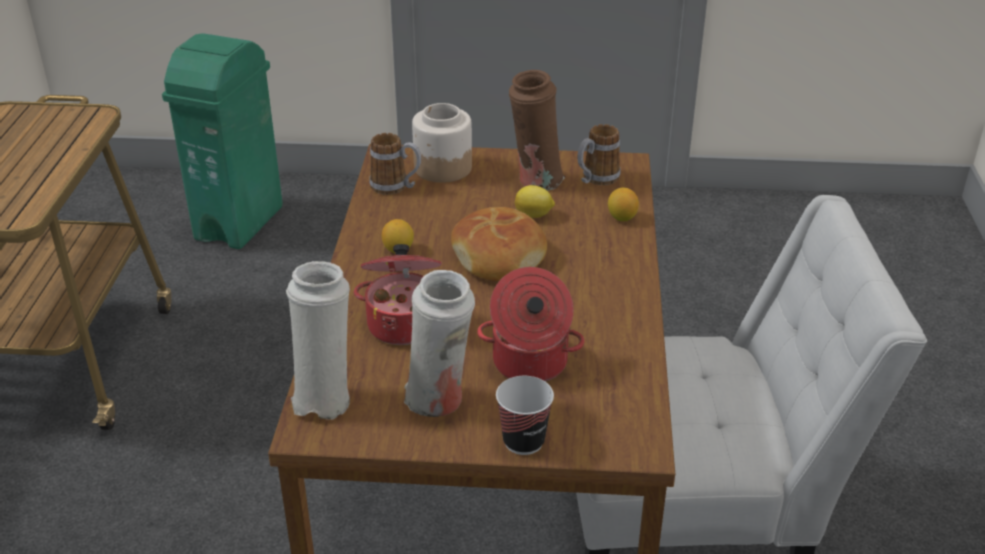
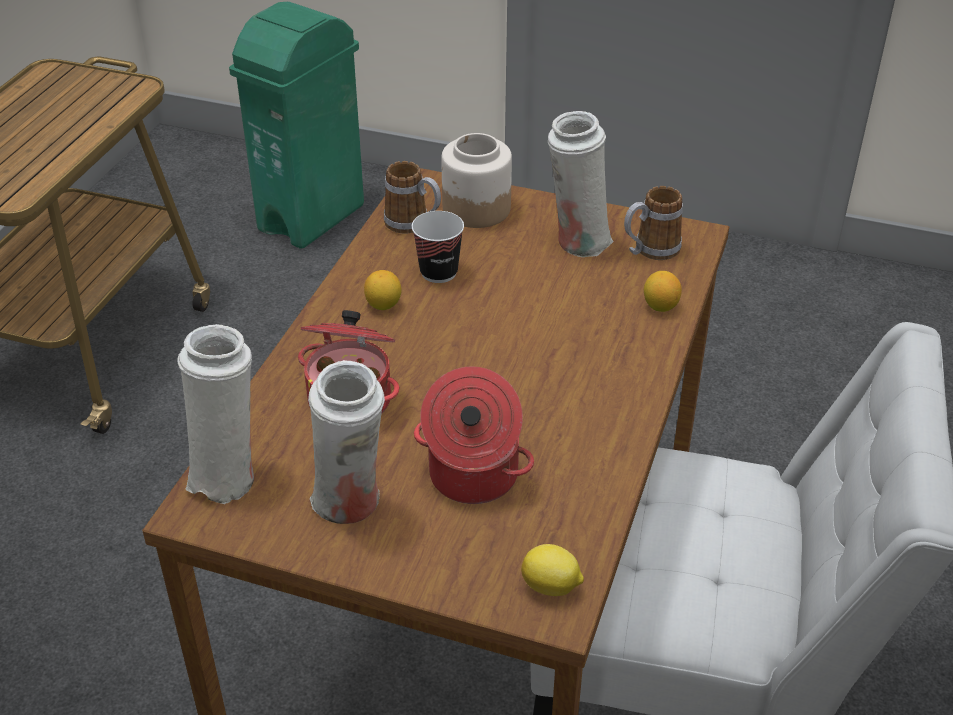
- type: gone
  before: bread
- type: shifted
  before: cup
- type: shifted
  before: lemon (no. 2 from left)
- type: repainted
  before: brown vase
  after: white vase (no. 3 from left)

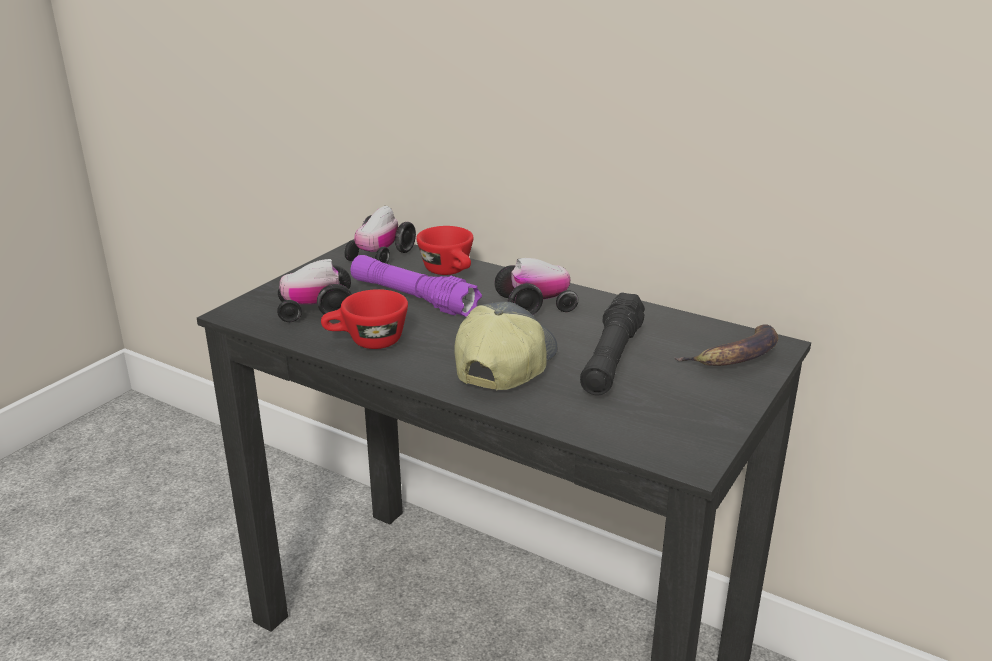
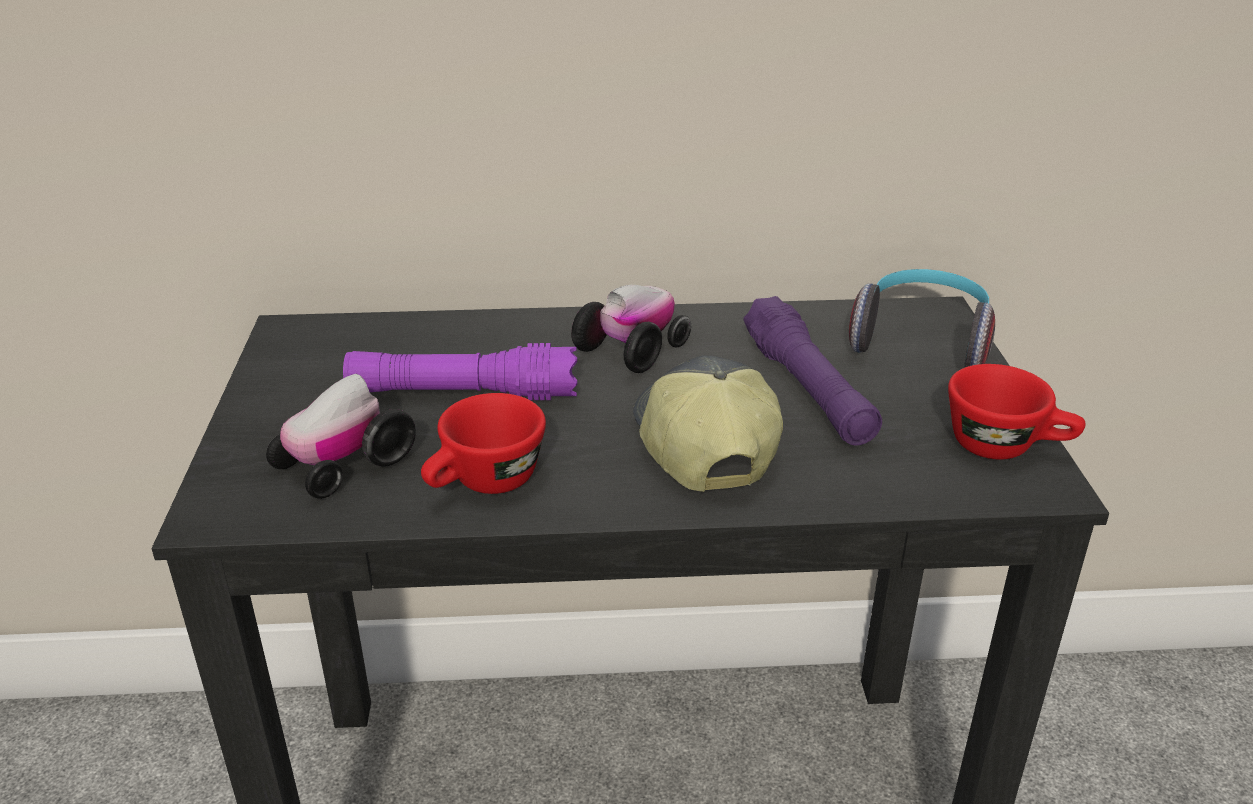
- type: gone
  before: toy car (no. 2 from left)
- type: shifted
  before: red cup (no. 2 from left)
- type: swapped
  before: banana
  after: headphones
- type: repainted
  before: black flashlight
  after: purple flashlight (no. 2 from left)

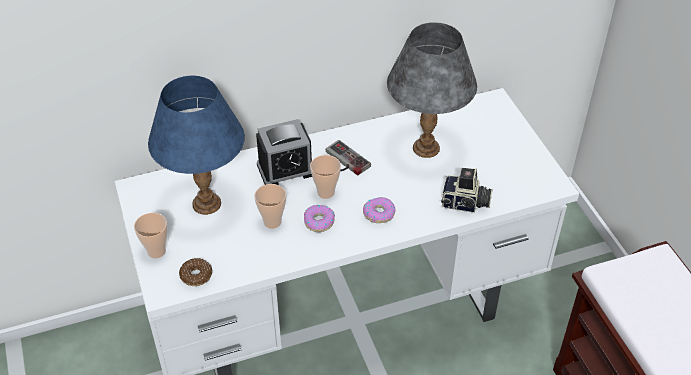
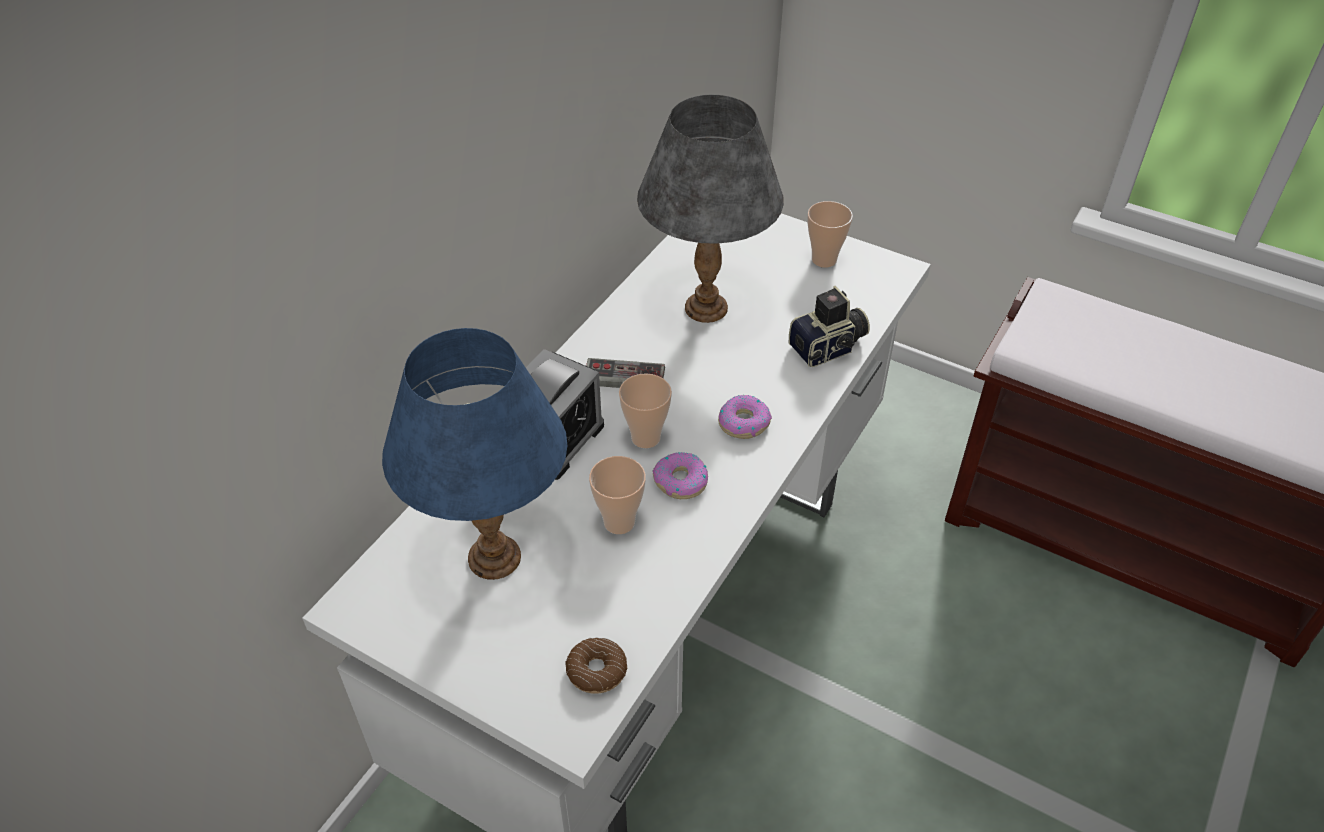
- type: shifted
  before: cup (no. 1 from left in the first image)
  after: cup (no. 3 from left)

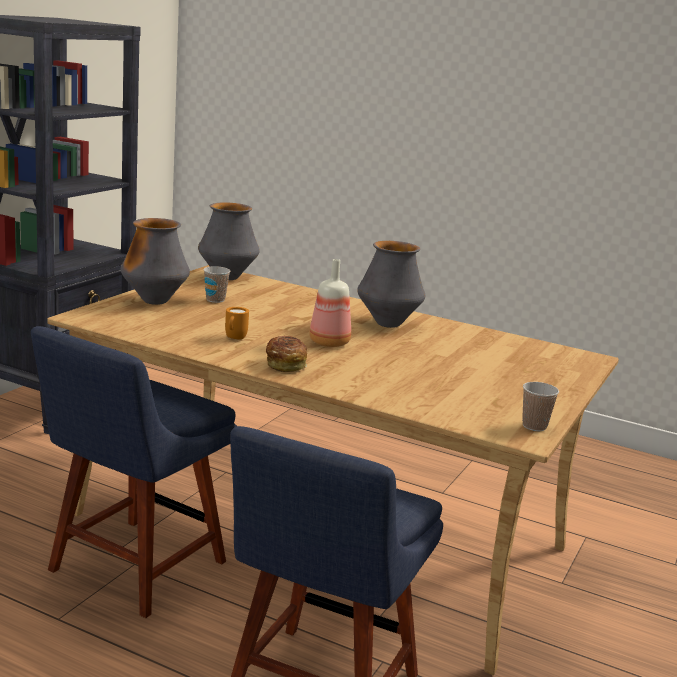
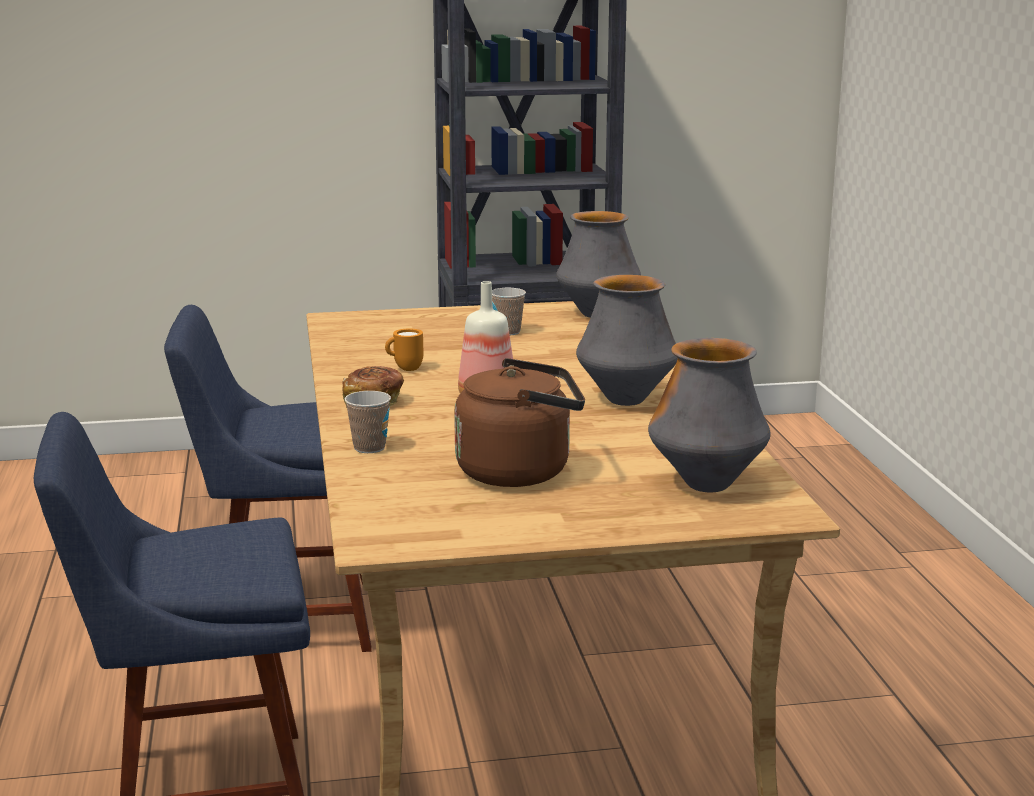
- type: new
  after: brown kettle
- type: shifted
  before: vase (no. 1 from left in the first image)
  after: vase (no. 3 from left)
- type: shifted
  before: cup (no. 2 from left in the first image)
  after: cup (no. 1 from left)

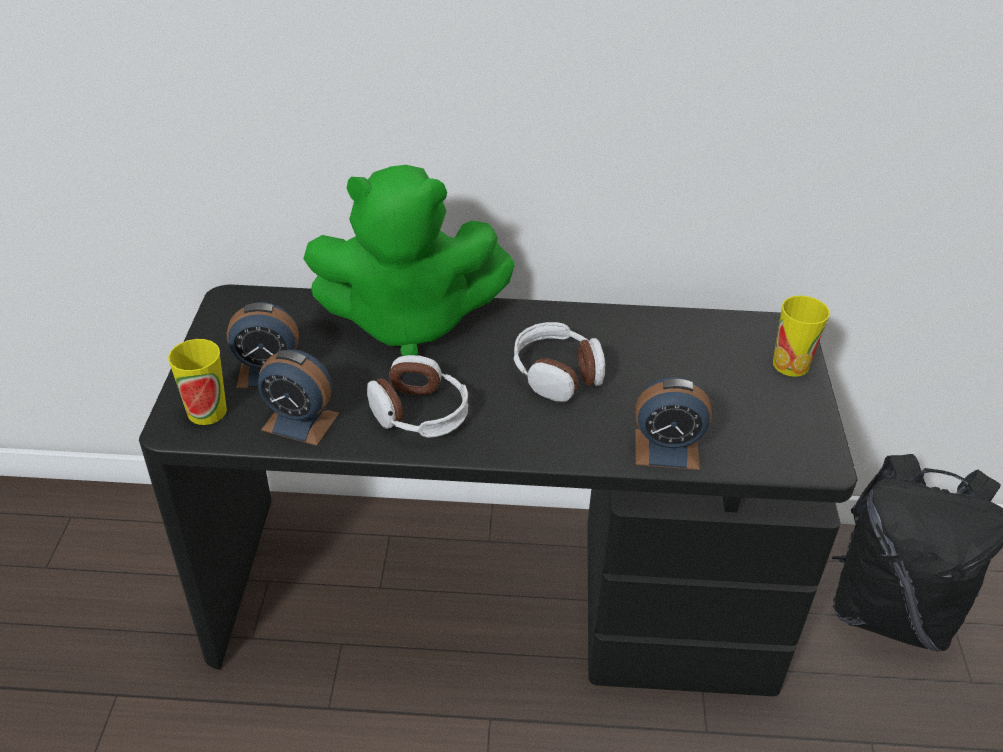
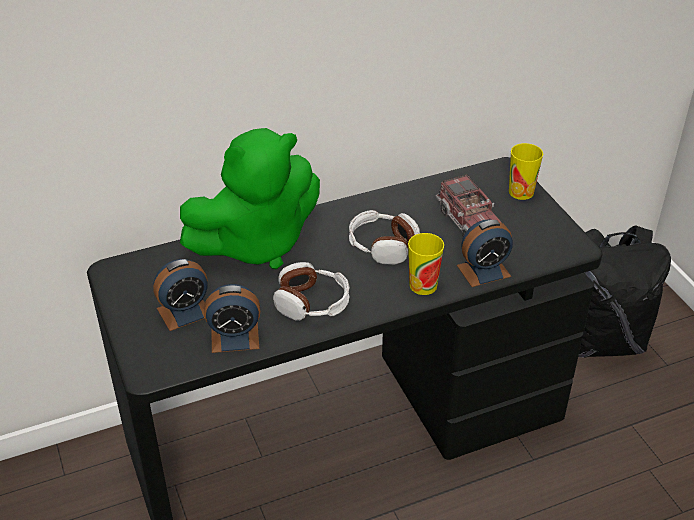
- type: new
  after: toy truck
- type: shifted
  before: cup (no. 1 from left)

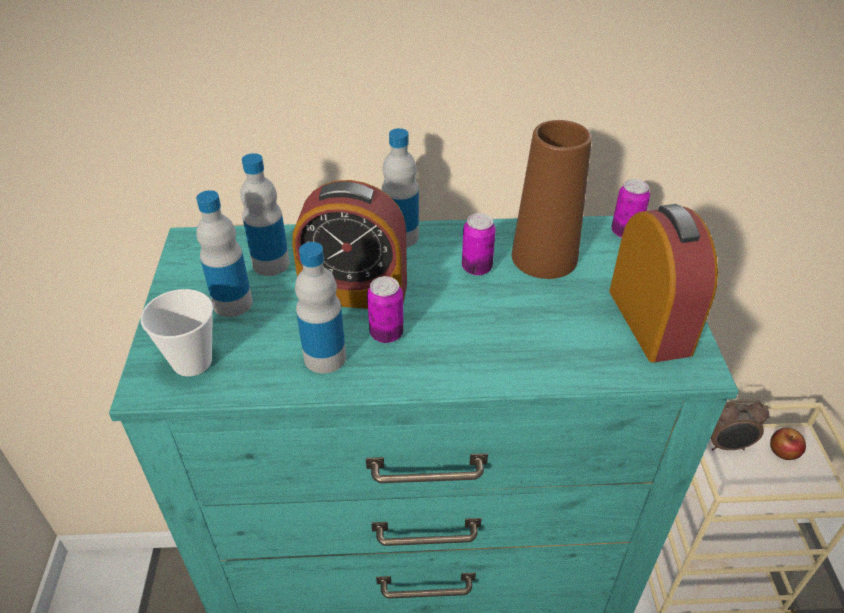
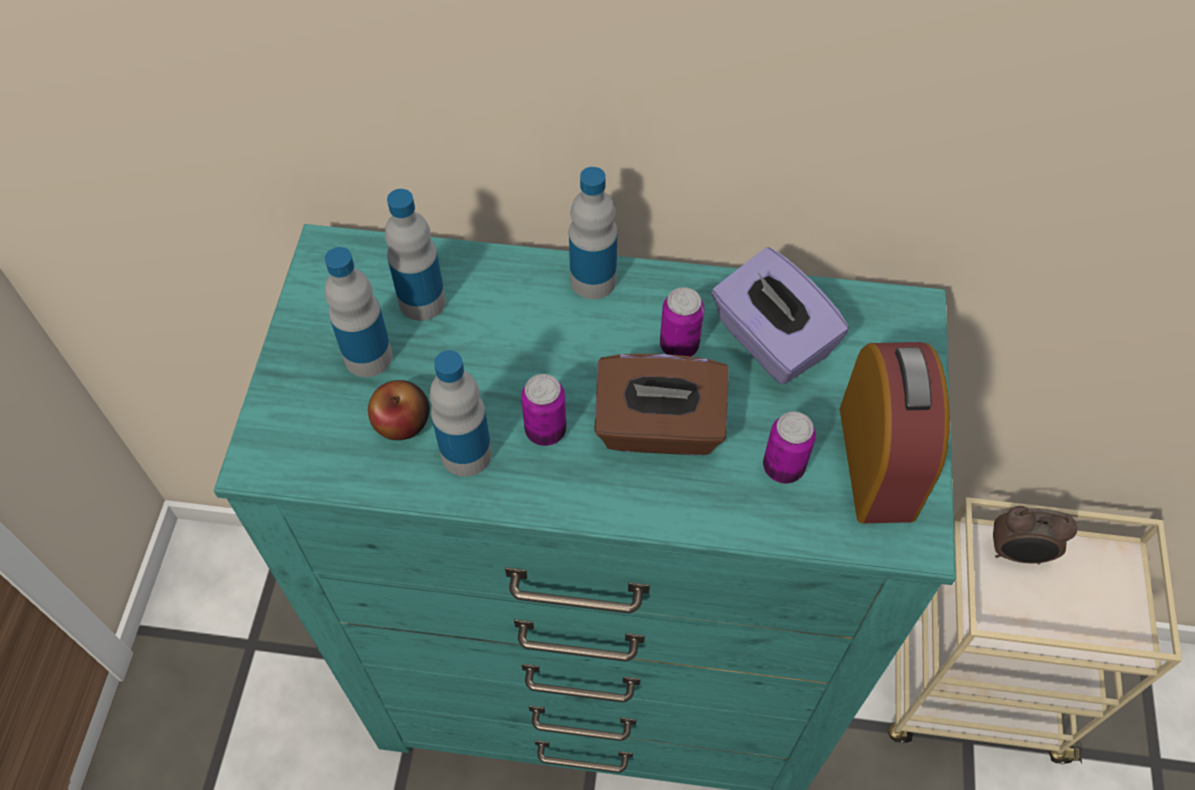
- type: gone
  before: cup
- type: gone
  before: alarm clock (no. 1 from left)
- type: new
  after: brown tissue box
- type: shifted
  before: can (no. 3 from left)
- type: shifted
  before: apple
- type: swapped
  before: brown vase
  after: purple tissue box

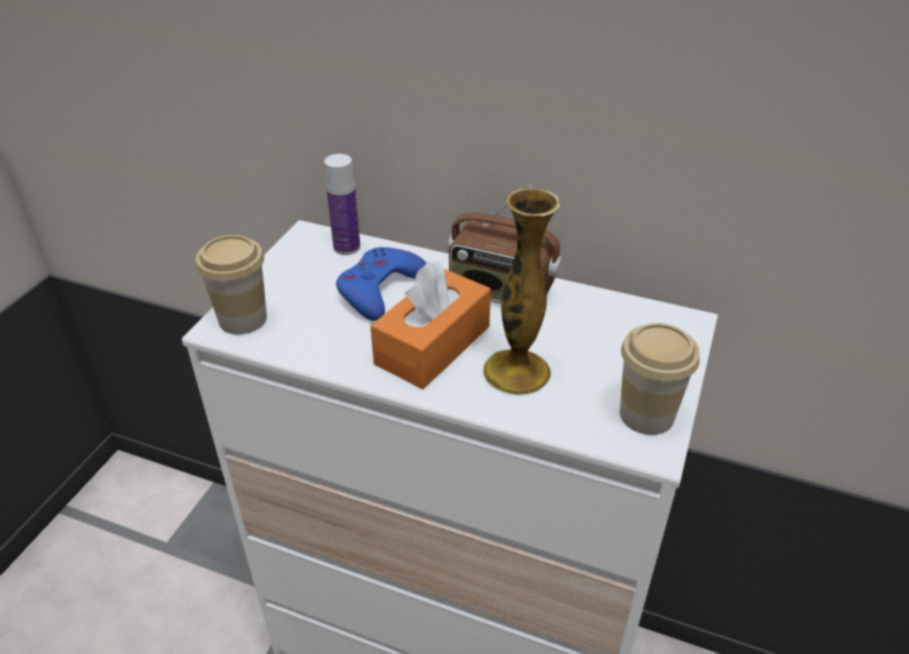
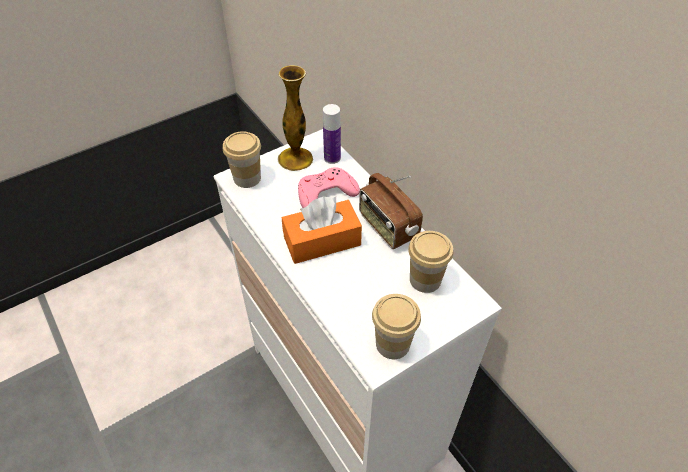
- type: new
  after: cup (no. 3 from left)
- type: shifted
  before: vase
- type: repainted
  before: blue game controller
  after: pink game controller

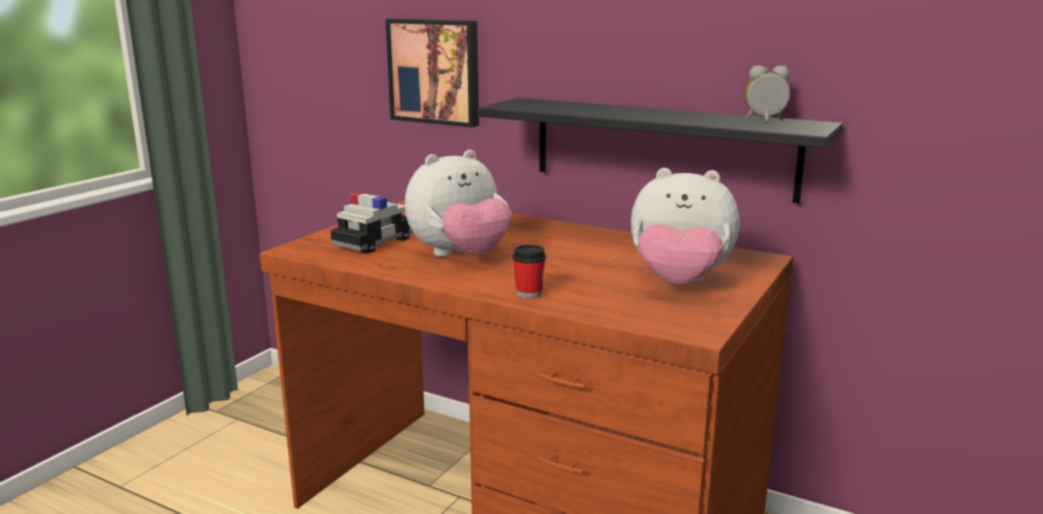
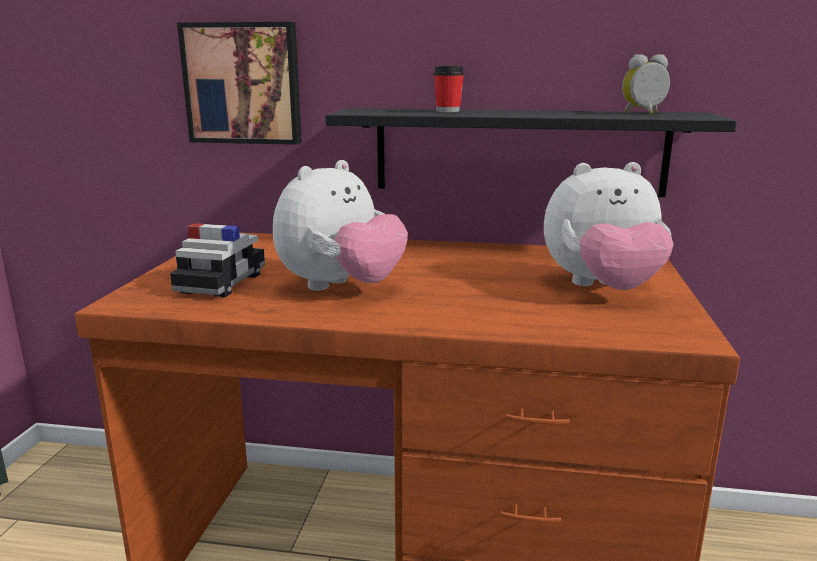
- type: shifted
  before: cup

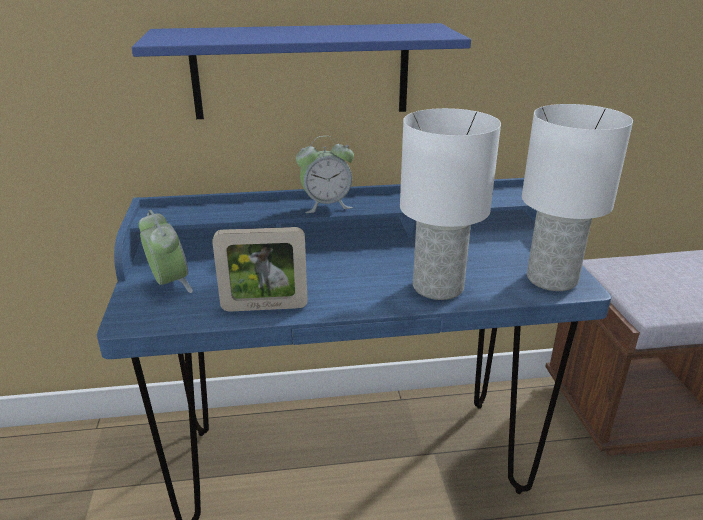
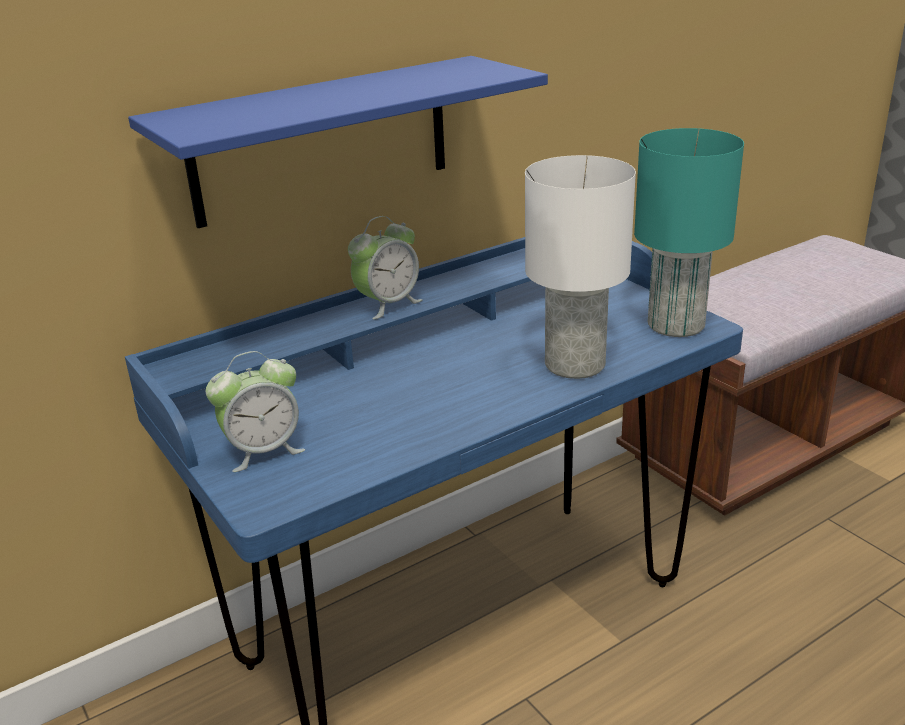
- type: gone
  before: picture frame
- type: repainted
  before: white table lamp (no. 2 from left)
  after: turquoise table lamp
- type: rotated
  before: alarm clock (no. 1 from left)
  turn: 120

